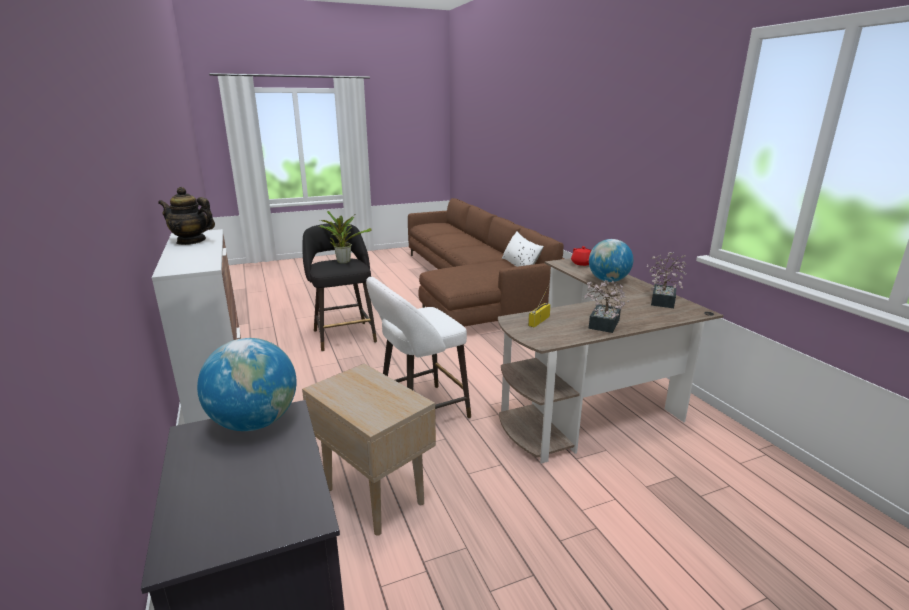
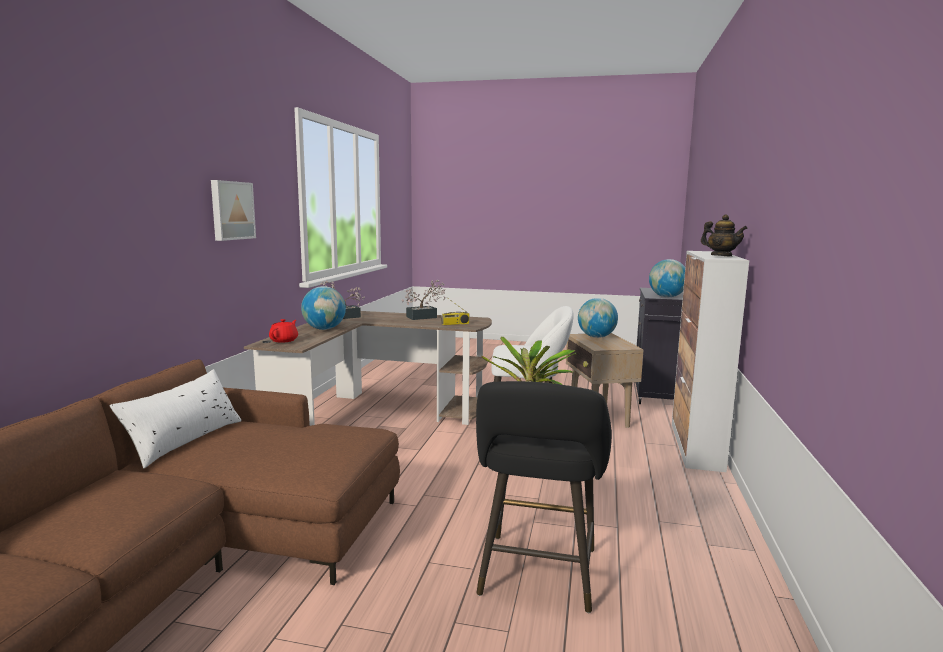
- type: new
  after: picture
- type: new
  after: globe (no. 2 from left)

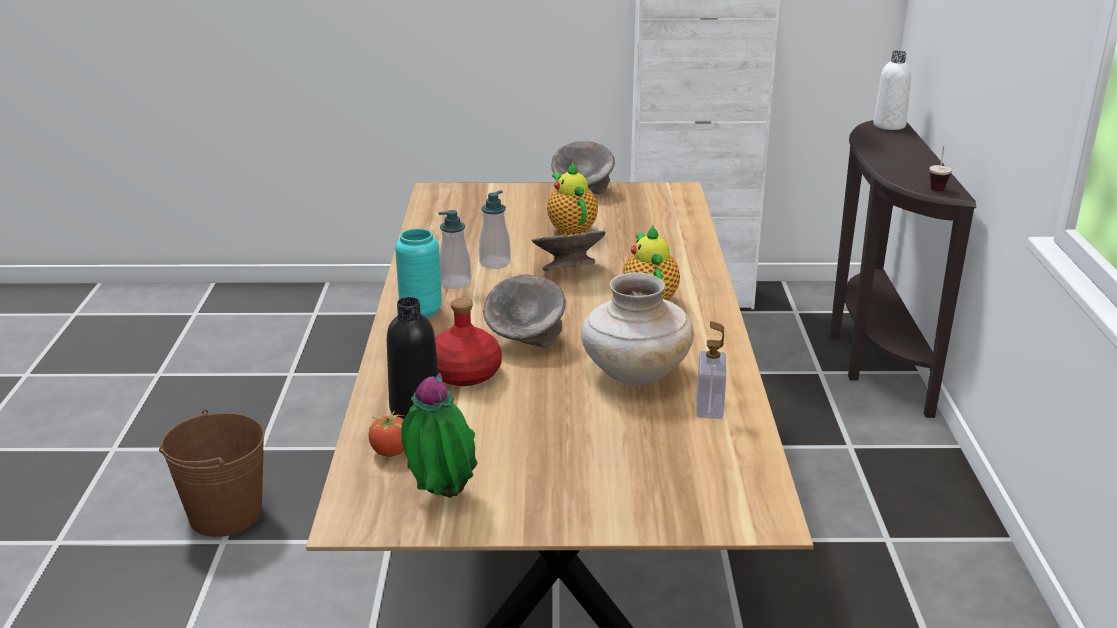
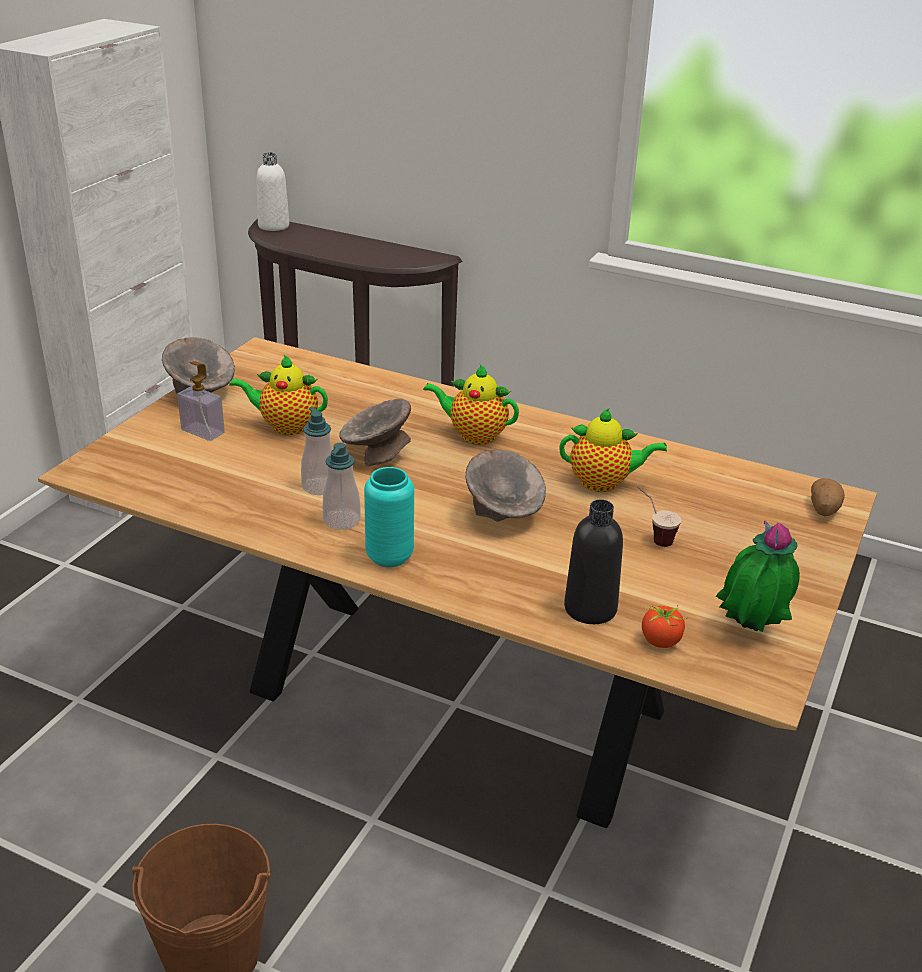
- type: gone
  before: red bottle
- type: new
  after: potato
- type: shifted
  before: soap dispenser (no. 3 from left in the first image)
  after: soap dispenser (no. 1 from left)
- type: shifted
  before: cup
- type: swapped
  before: beige vase
  after: teapot (no. 3 from left)

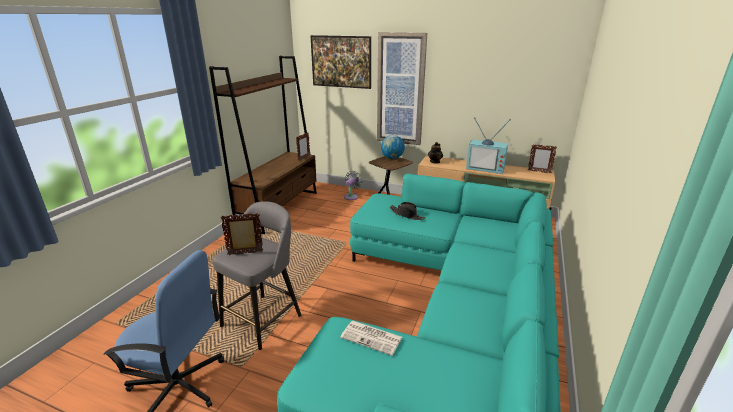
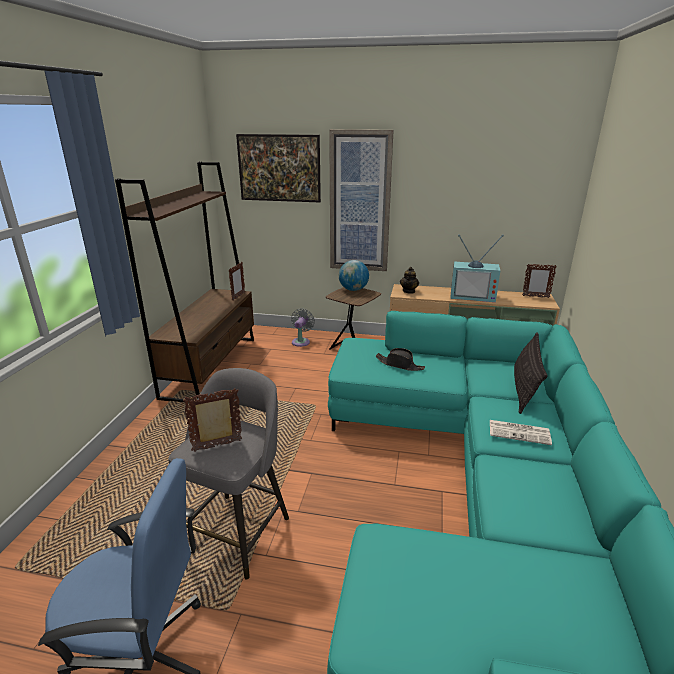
- type: new
  after: pillow
- type: shifted
  before: newspaper

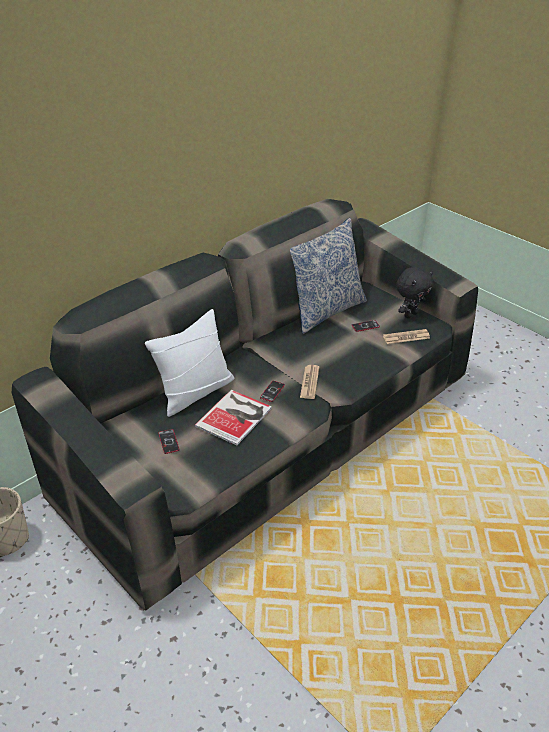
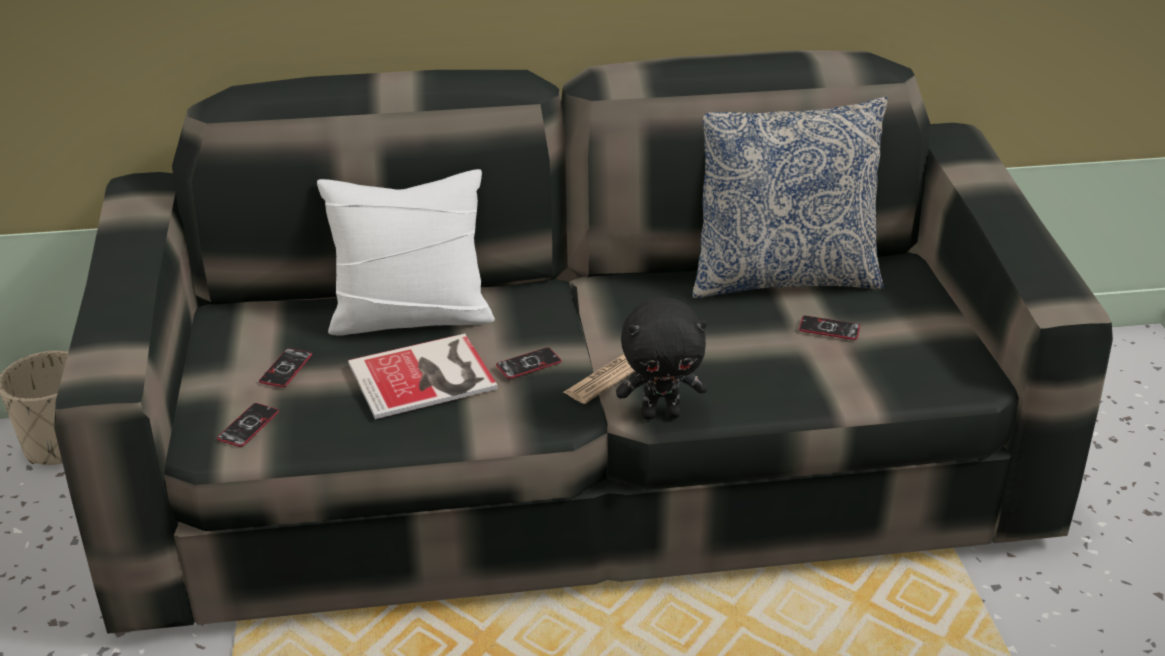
- type: gone
  before: newspaper (no. 2 from left)
- type: new
  after: phone (no. 1 from left)
- type: shifted
  before: black plush toy

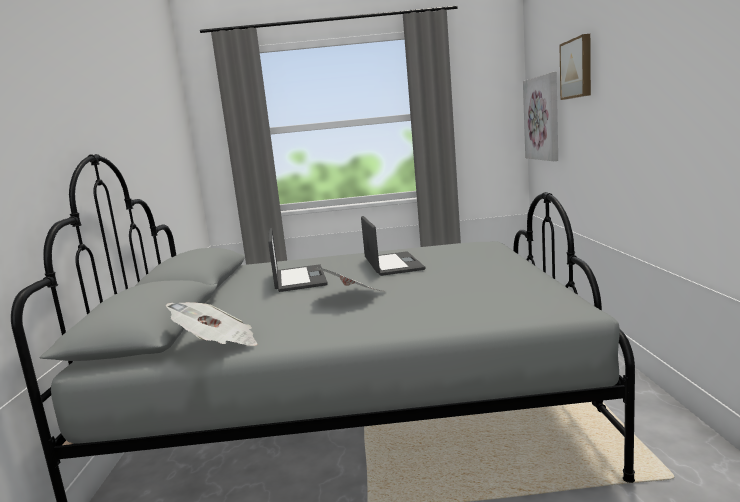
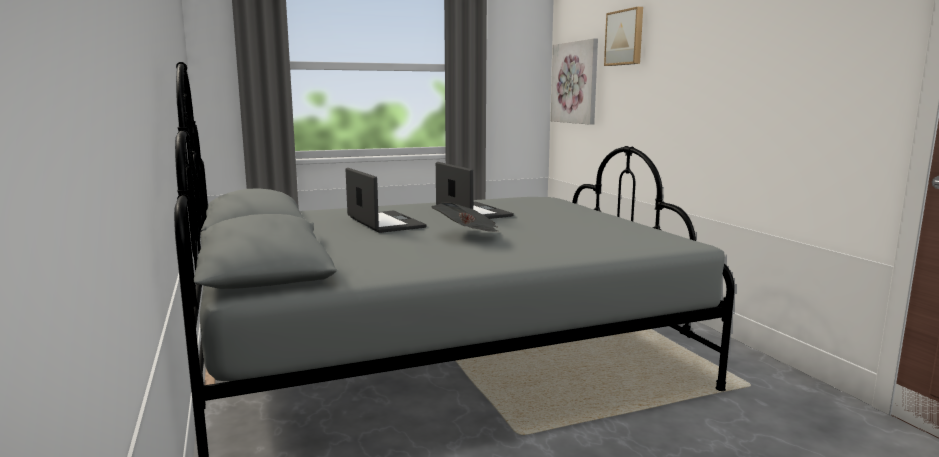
- type: gone
  before: newspaper (no. 1 from left)

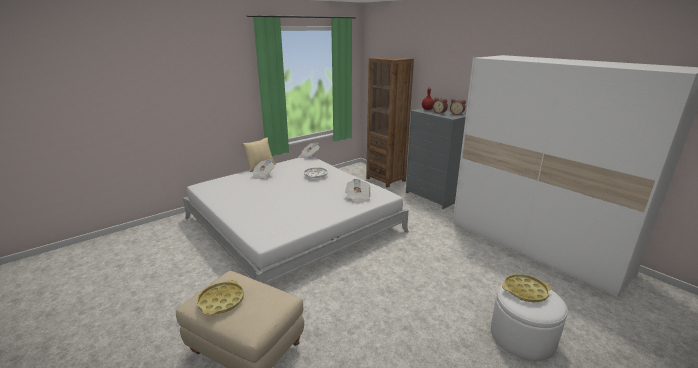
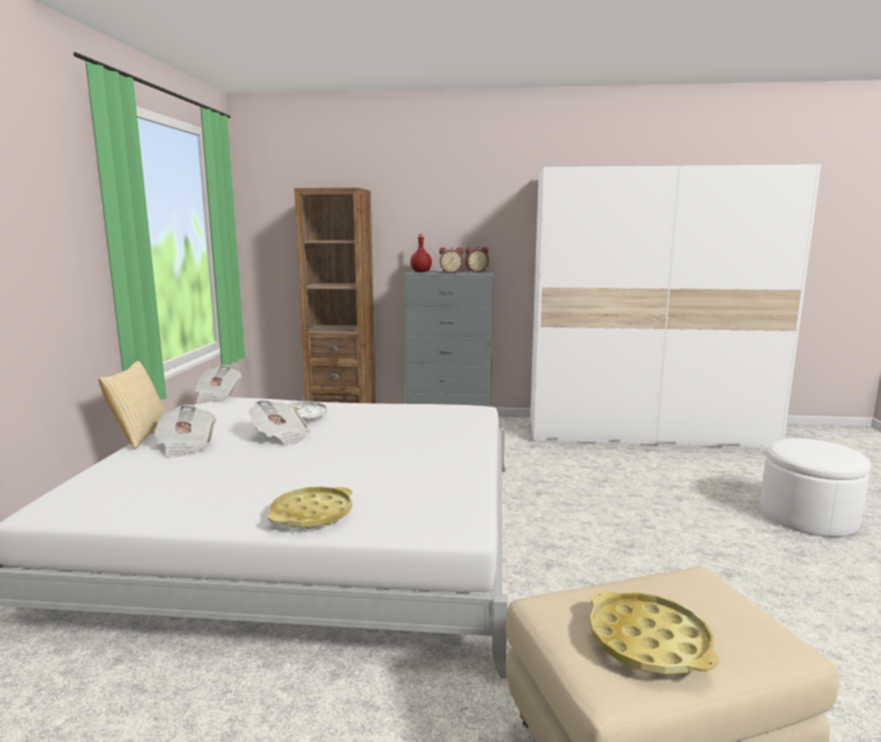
- type: shifted
  before: newspaper (no. 3 from left)
- type: shifted
  before: yellow tray (no. 2 from left in the first image)
  after: yellow tray (no. 1 from left)

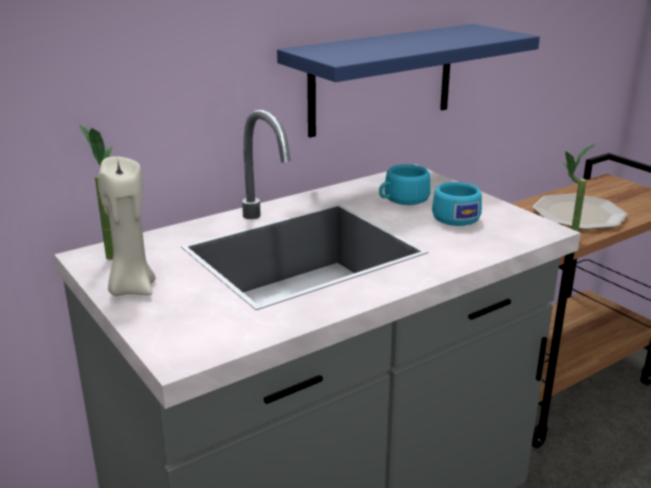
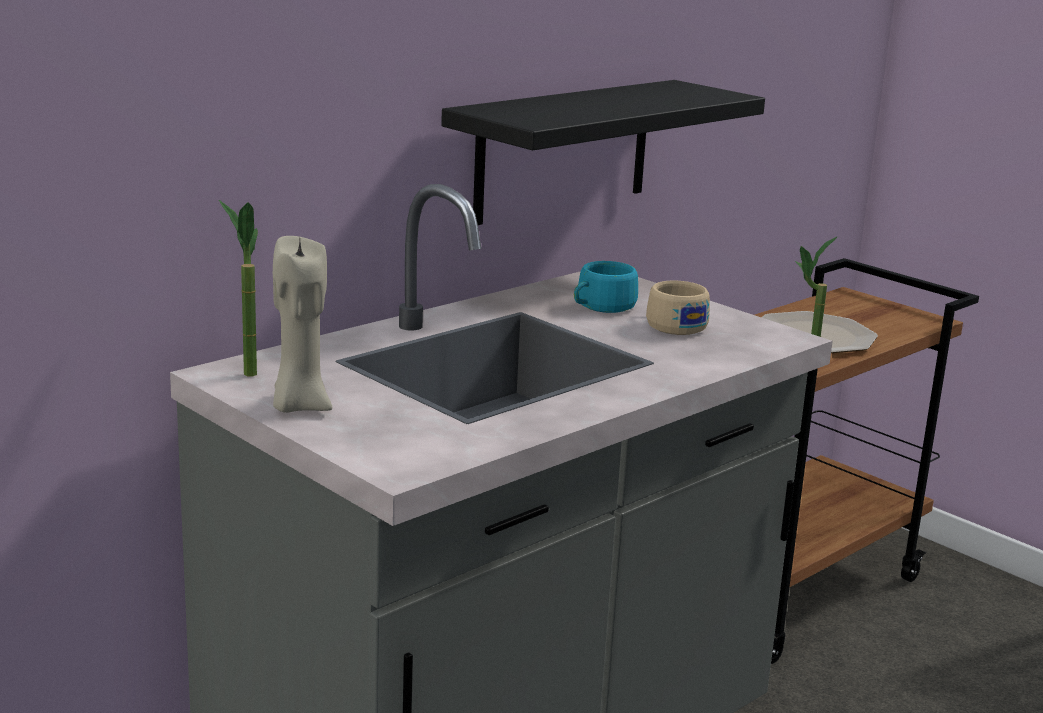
- type: repainted
  before: blue shelf
  after: black shelf
- type: repainted
  before: turquoise cup (no. 2 from left)
  after: beige cup

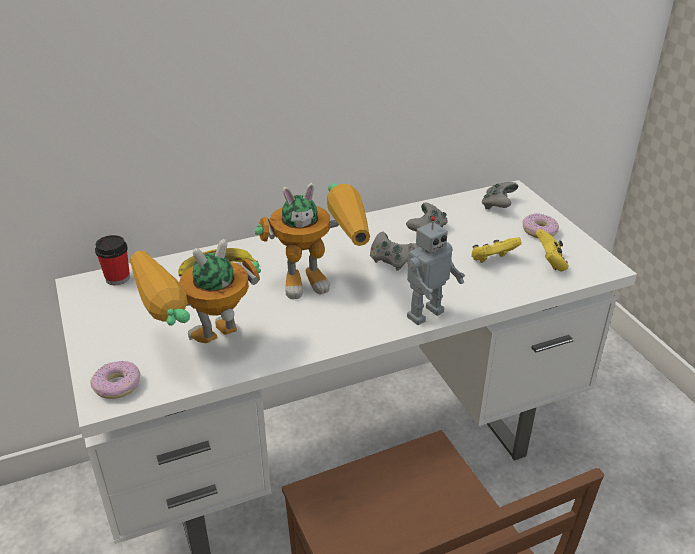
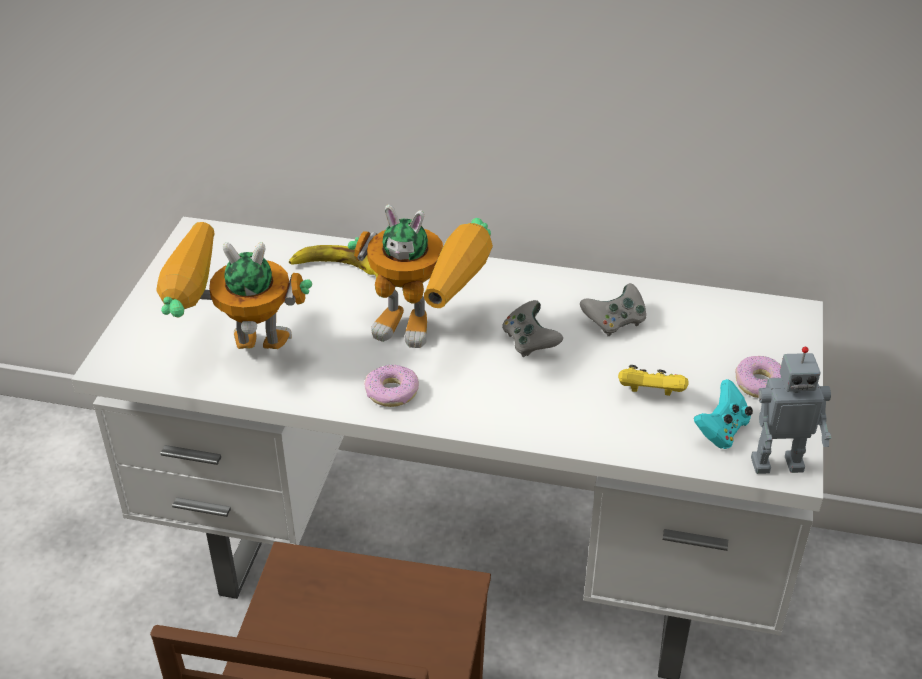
- type: gone
  before: cup
- type: gone
  before: grey game controller (no. 3 from left)
- type: shifted
  before: donut (no. 1 from left)
- type: shifted
  before: toy robot (no. 3 from left)
- type: repainted
  before: yellow game controller (no. 2 from left)
  after: turquoise game controller

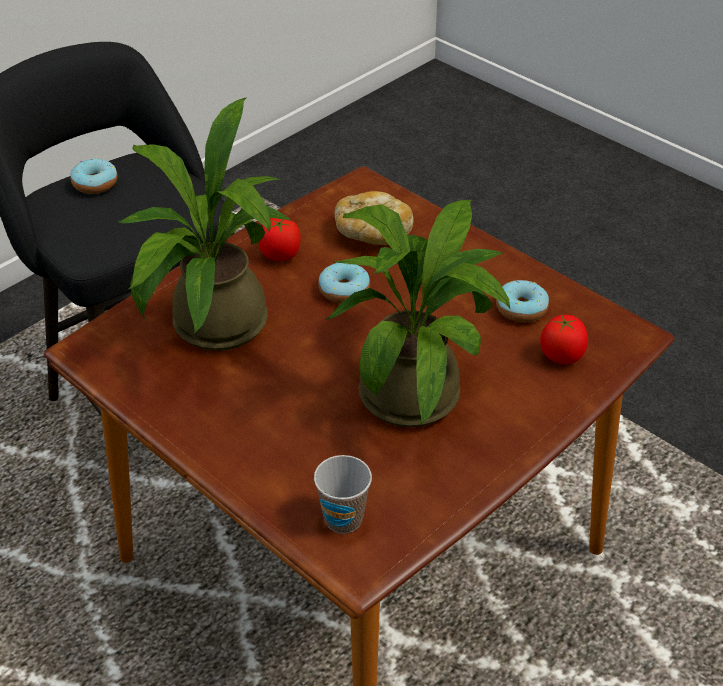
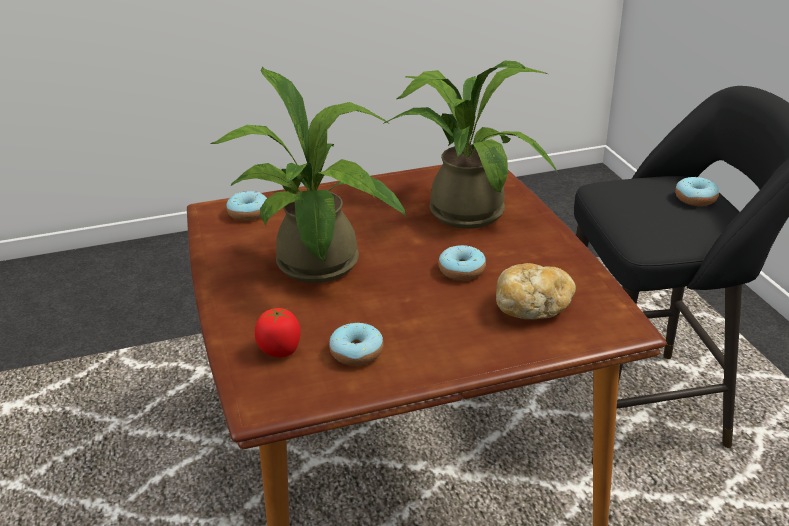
- type: gone
  before: tomato (no. 1 from left)
- type: swapped
  before: cup
  after: donut (no. 1 from left)

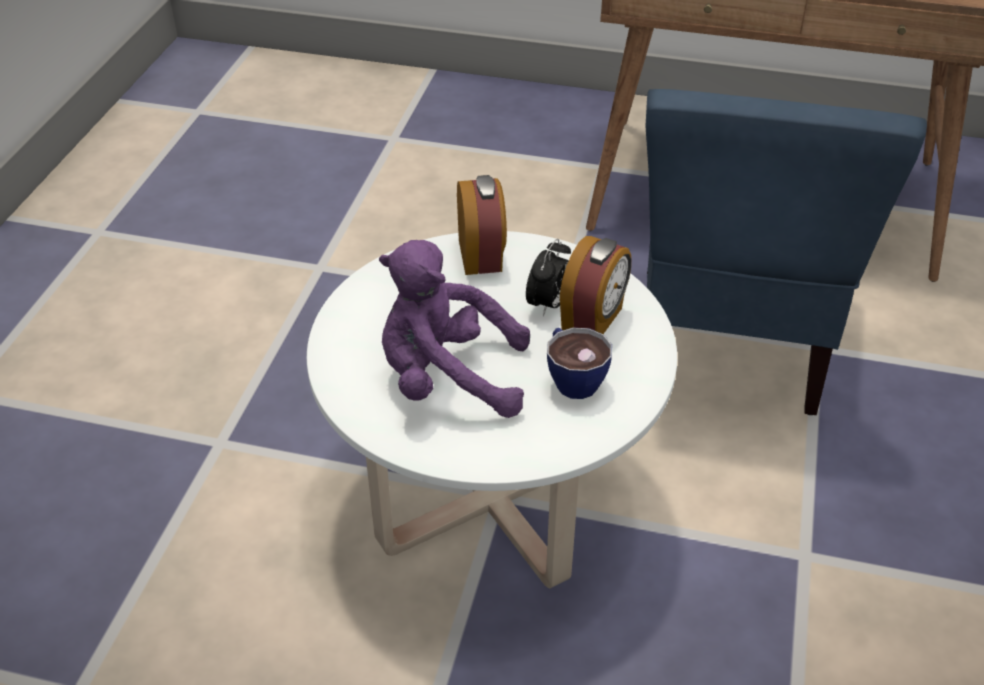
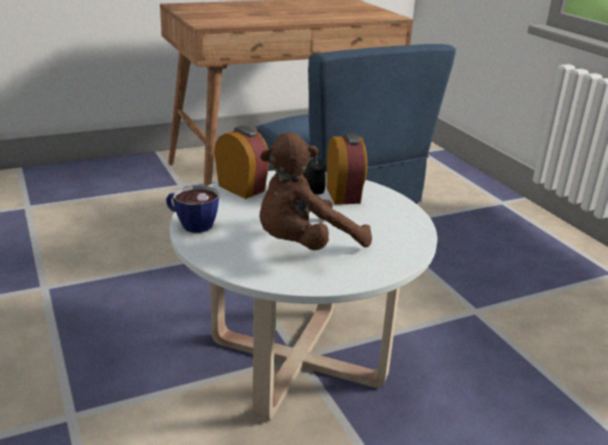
- type: shifted
  before: cup
- type: repainted
  before: purple plush toy
  after: brown plush toy

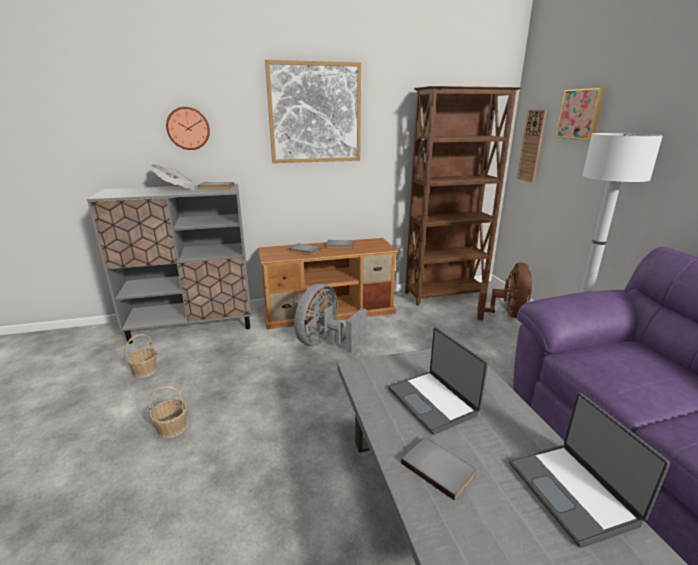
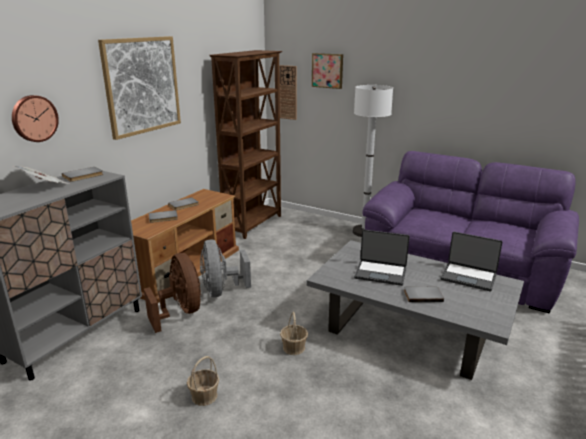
- type: shifted
  before: basket (no. 1 from left in the first image)
  after: basket (no. 2 from left)
- type: shifted
  before: brown fan

